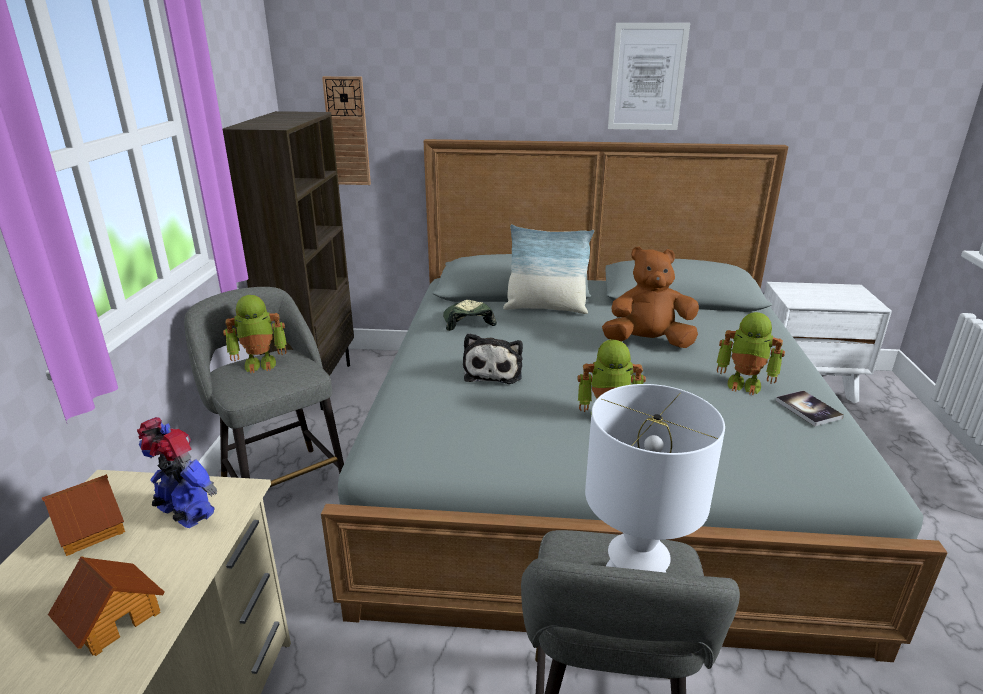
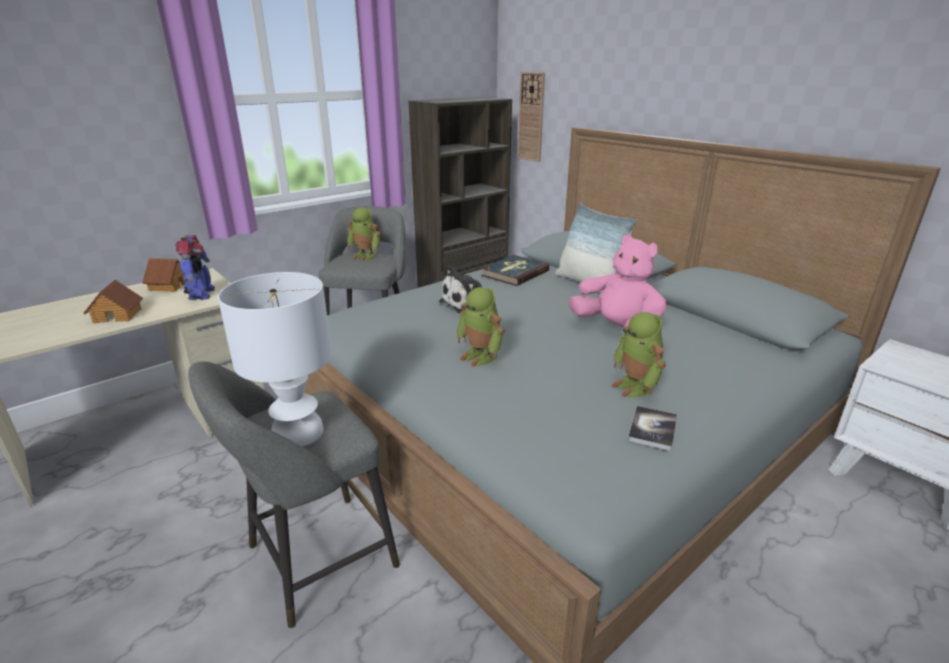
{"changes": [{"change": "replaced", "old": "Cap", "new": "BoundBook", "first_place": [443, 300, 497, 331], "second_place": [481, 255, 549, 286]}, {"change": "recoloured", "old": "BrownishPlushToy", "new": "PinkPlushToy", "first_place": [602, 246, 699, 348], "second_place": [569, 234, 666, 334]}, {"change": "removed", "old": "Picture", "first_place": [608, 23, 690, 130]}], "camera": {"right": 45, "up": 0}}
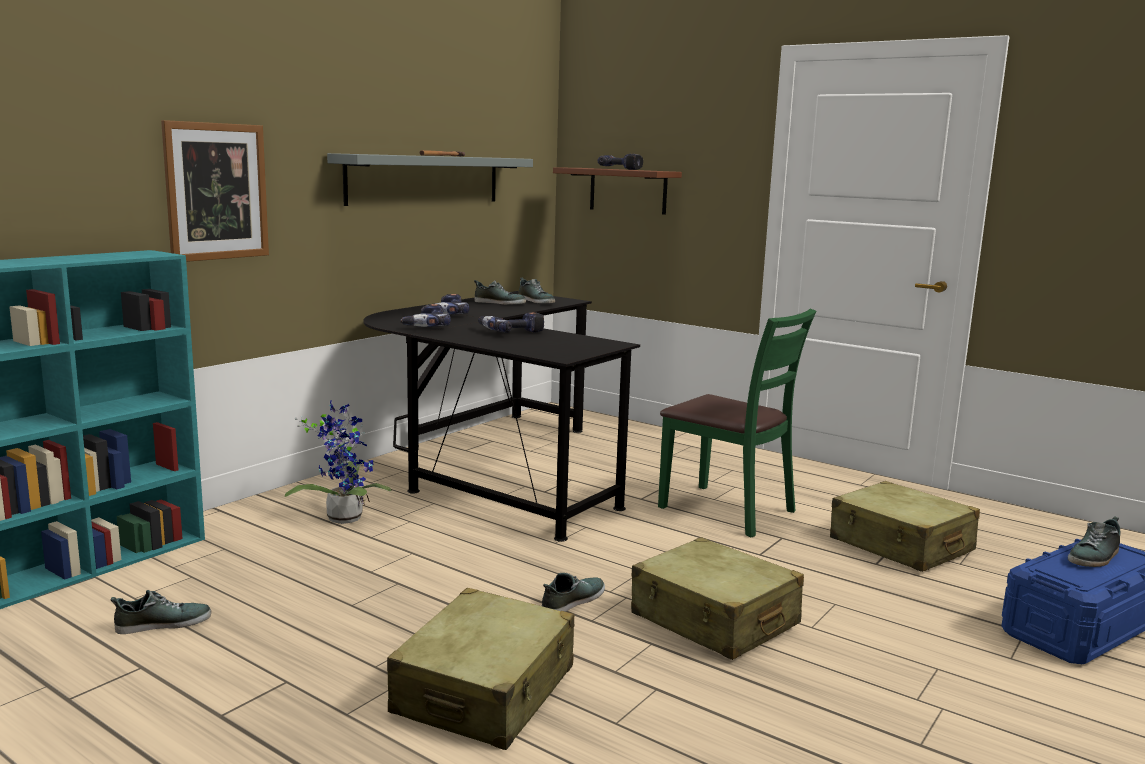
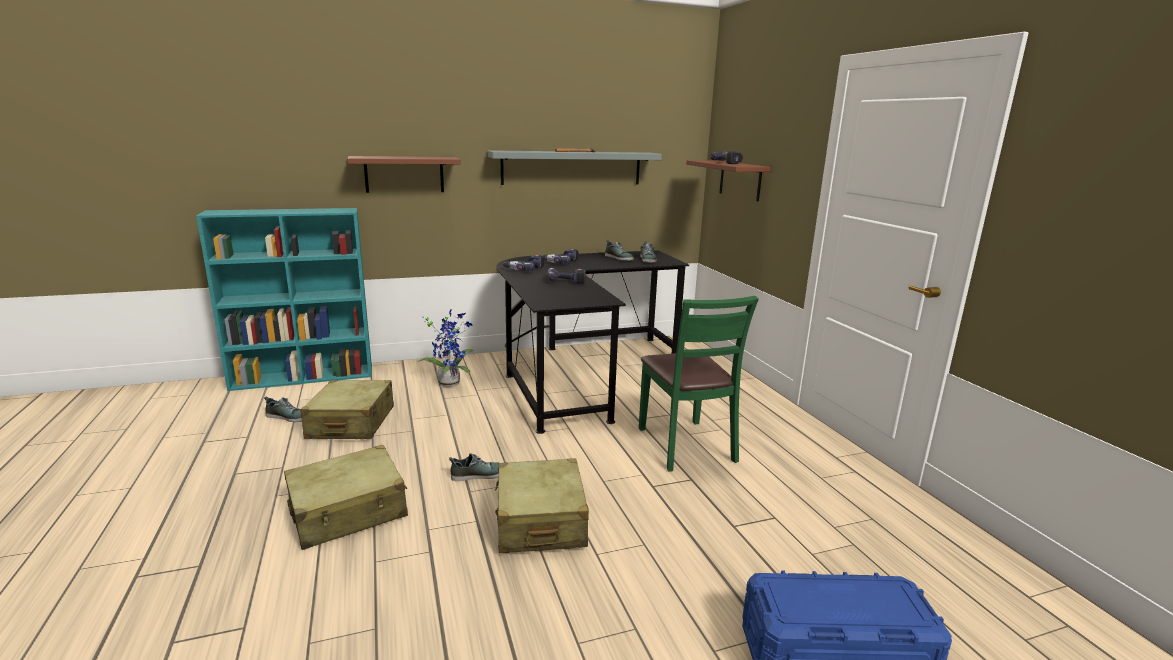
{"changes": [{"change": "replaced", "old": "Picture", "new": "BrownishShelf", "first_place": [161, 120, 269, 262], "second_place": [347, 156, 461, 193]}, {"change": "moved", "old": "BeigeColouredTravelCase", "first_place": [830, 481, 980, 572], "second_place": [300, 380, 394, 439]}, {"change": "removed", "old": "ItemOfFootwear", "first_place": [1068, 516, 1121, 567]}], "camera": {"right": 35, "up": 5}}
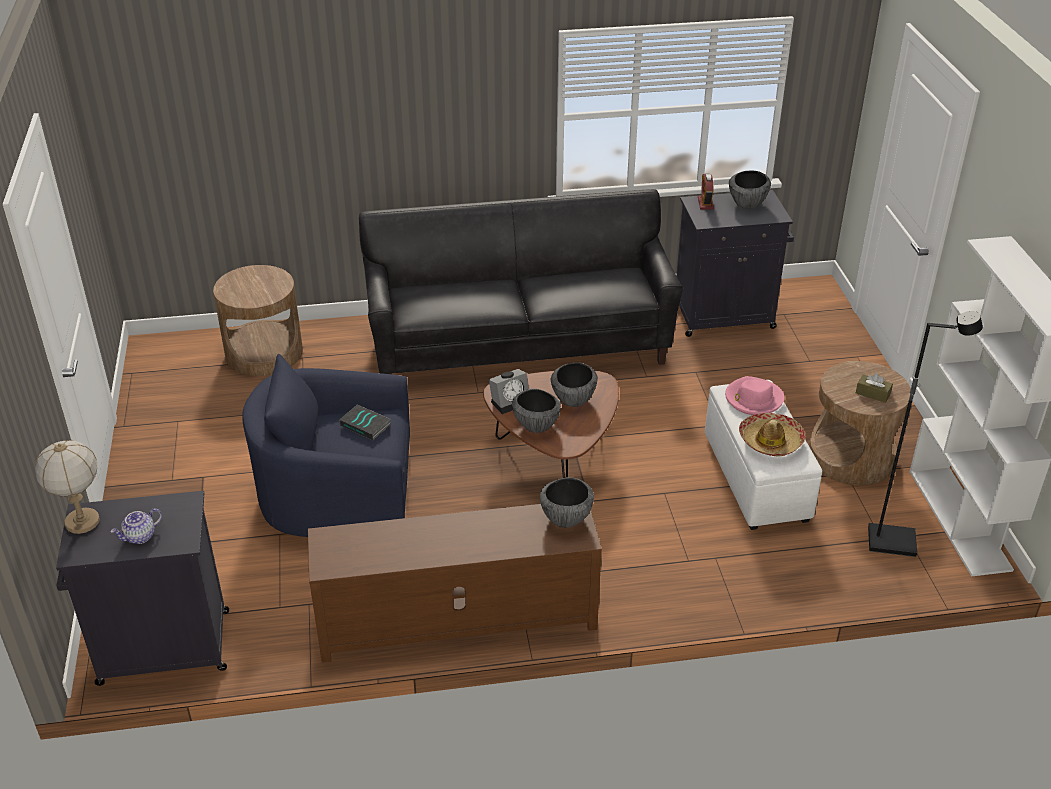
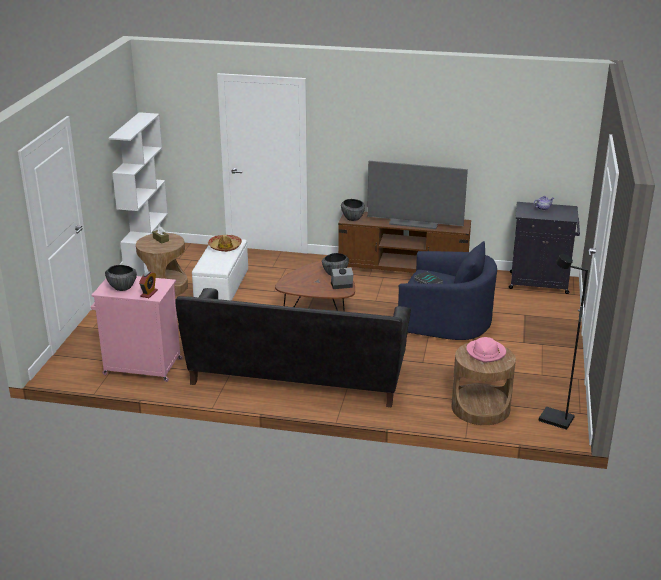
{"changes": [{"change": "removed", "old": "TableLamp", "first_place": [35, 440, 100, 534]}, {"change": "removed", "old": "DeepDish", "first_place": [551, 363, 598, 407]}, {"change": "recoloured", "old": "BlackColouredCabinet", "new": "PinkCabinet", "first_place": [676, 190, 794, 337], "second_place": [91, 276, 182, 382]}, {"change": "moved", "old": "PinkClothingHat", "first_place": [725, 376, 784, 415], "second_place": [466, 337, 506, 363]}, {"change": "moved", "old": "BlackColouredStandardLamp", "first_place": [868, 311, 983, 557], "second_place": [539, 254, 588, 430]}, {"change": "added", "new": "TvSet", "second_place": [367, 161, 468, 229]}], "camera": {"right": -160, "up": -10}}
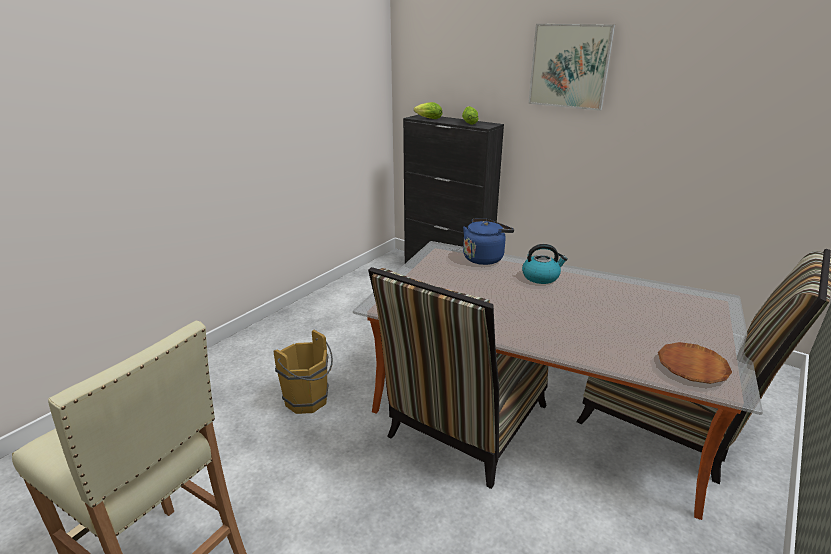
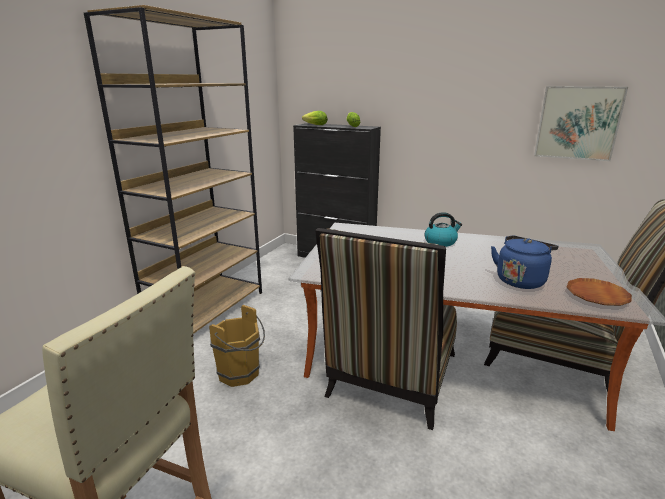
{"changes": [{"change": "moved", "old": "BlueColouredKettle", "first_place": [463, 218, 514, 265], "second_place": [491, 236, 559, 289]}, {"change": "moved", "old": "Picture", "first_place": [529, 24, 615, 111], "second_place": [534, 86, 628, 161]}, {"change": "added", "new": "BrownishShelvingUnit", "second_place": [84, 5, 262, 334]}], "camera": {"right": -10, "up": -5}}
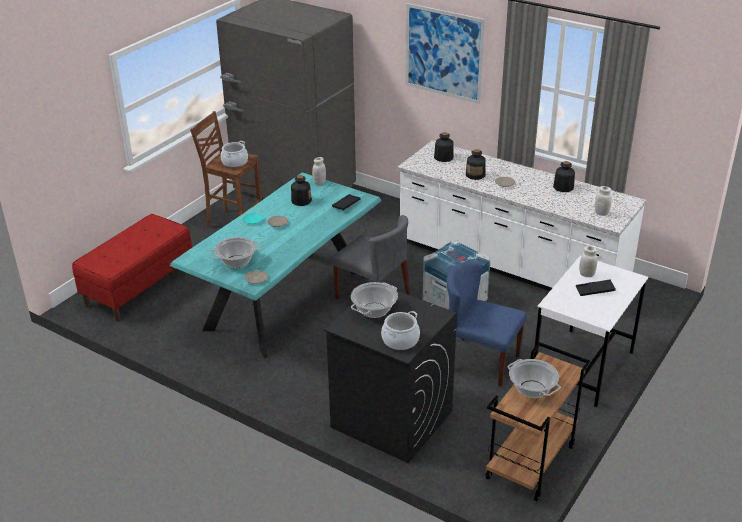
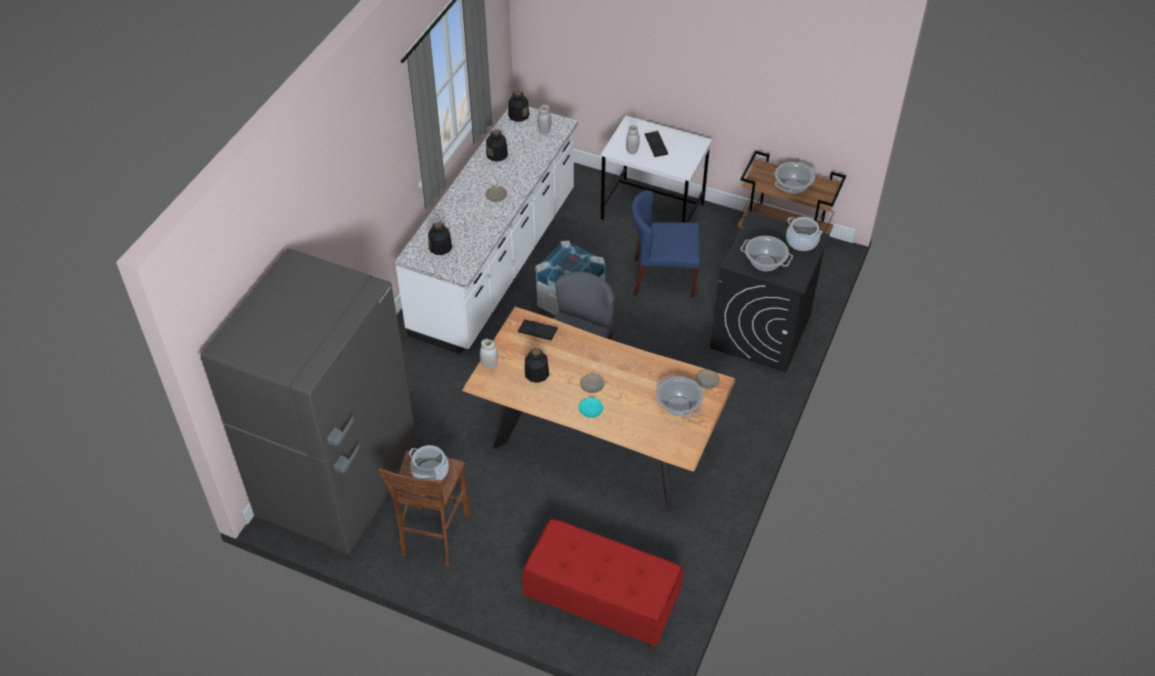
{"changes": [{"change": "recoloured", "old": "BlueGreenKitchenTable", "new": "BrownishKitchenTable", "first_place": [170, 172, 382, 358], "second_place": [462, 307, 736, 511]}, {"change": "removed", "old": "Picture", "first_place": [406, 3, 485, 104]}, {"change": "turned", "old": "BlueColouredChair", "first_place": [447, 261, 527, 387], "second_place": [632, 190, 701, 297], "degrees": 75}, {"change": "moved", "old": "DrinkBottle", "first_place": [466, 149, 486, 180], "second_place": [508, 91, 529, 122]}], "camera": {"right": -100, "up": 15}}
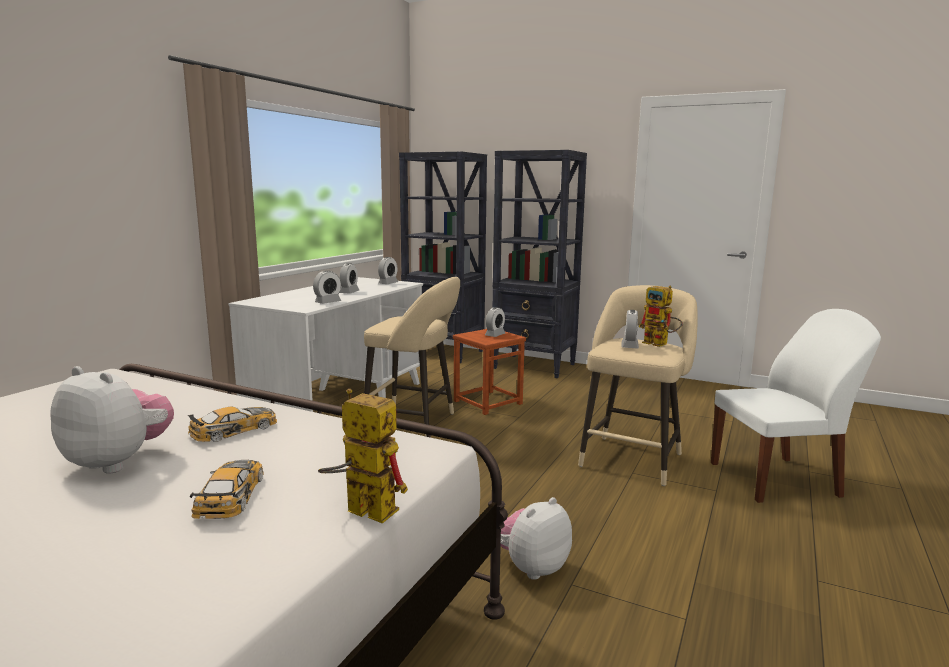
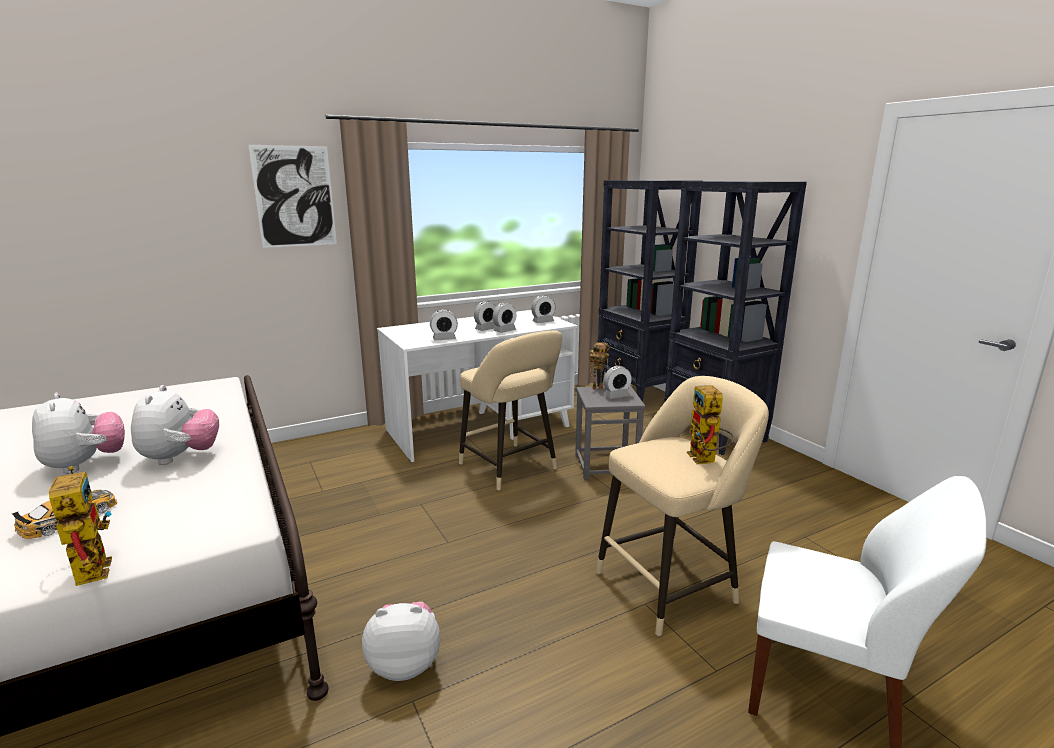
{"changes": [{"change": "replaced", "old": "ModelCar", "new": "PlushToy", "first_place": [188, 407, 277, 442], "second_place": [131, 385, 219, 465]}, {"change": "recoloured", "old": "BrownishStool", "new": "GreyStool", "first_place": [453, 329, 526, 415], "second_place": [575, 386, 645, 480]}, {"change": "moved", "old": "AlarmClock", "first_place": [622, 310, 639, 349], "second_place": [493, 303, 517, 333]}, {"change": "added", "new": "Picture", "second_place": [248, 145, 337, 248]}, {"change": "added", "new": "ToyRobot", "second_place": [589, 342, 610, 390]}], "camera": {"right": 35, "up": 5}}
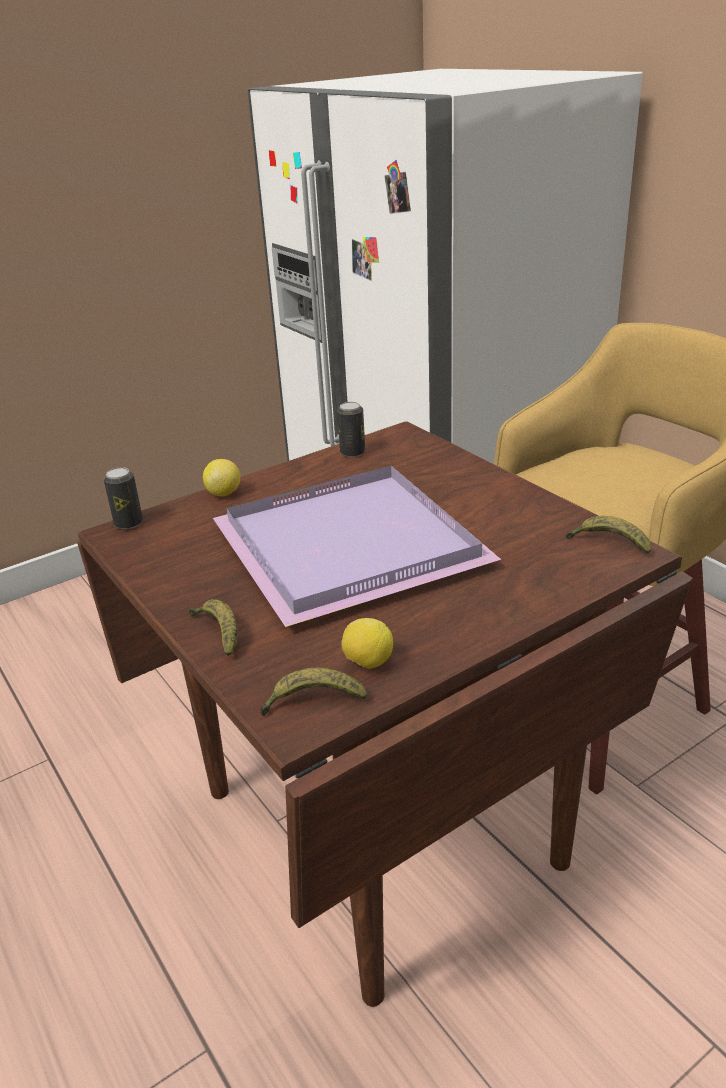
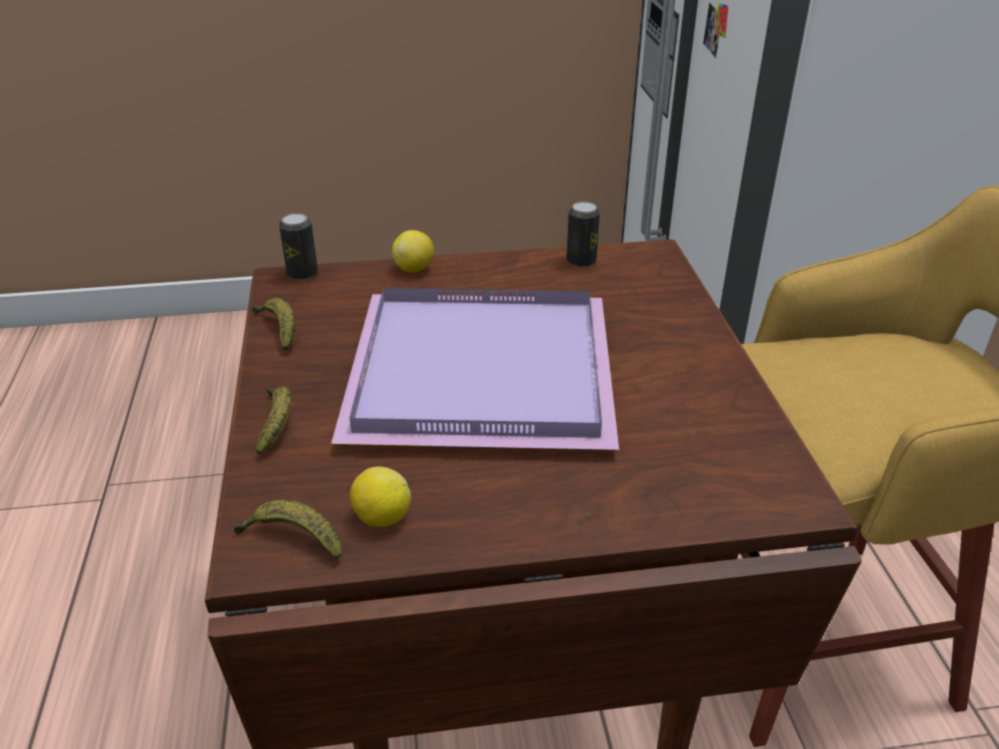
{"changes": [{"change": "moved", "old": "WholeBanana", "first_place": [566, 516, 651, 554], "second_place": [252, 298, 296, 350]}], "camera": {"right": 25, "up": 5}}
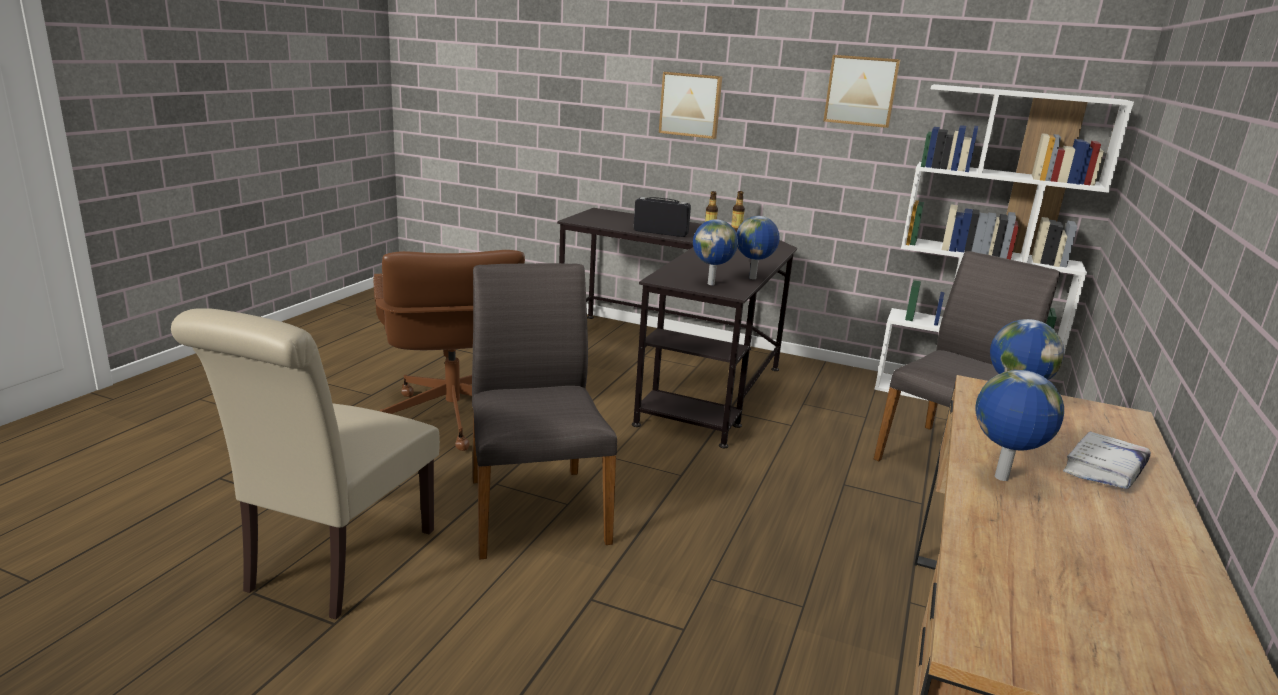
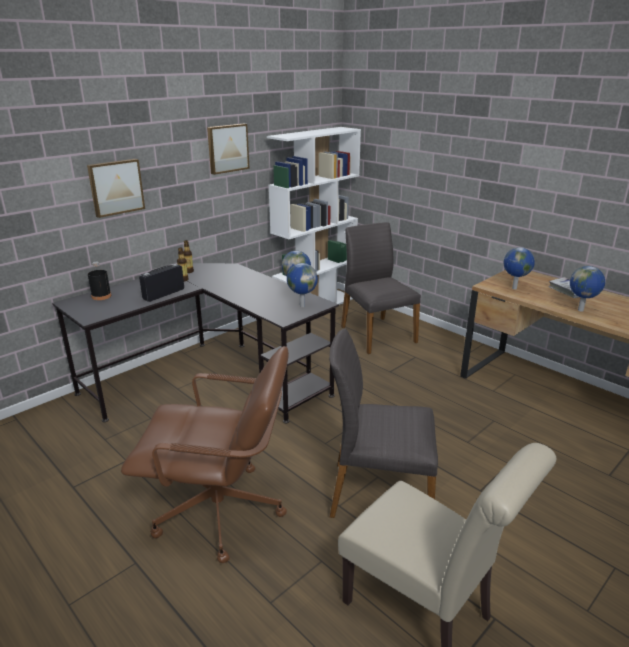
{"changes": [{"change": "added", "new": "BlackColouredDrinkBottle", "second_place": [88, 262, 111, 300]}], "camera": {"right": -65, "up": 5}}
